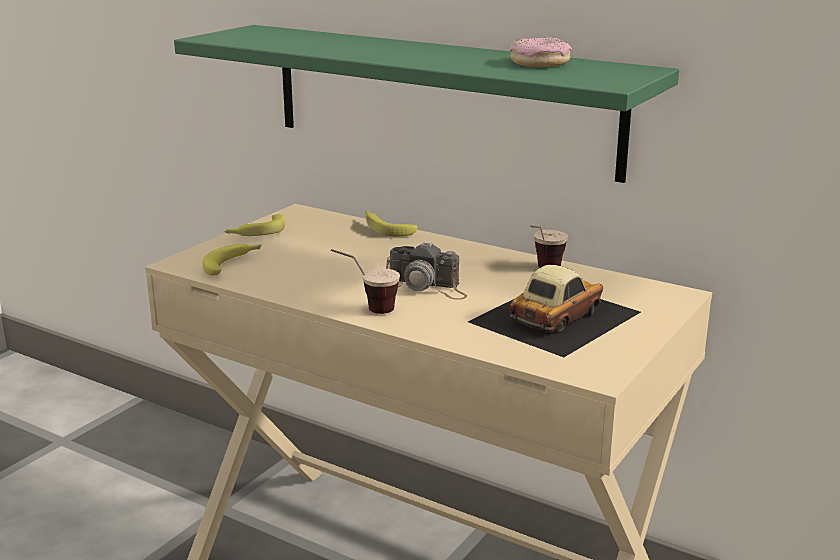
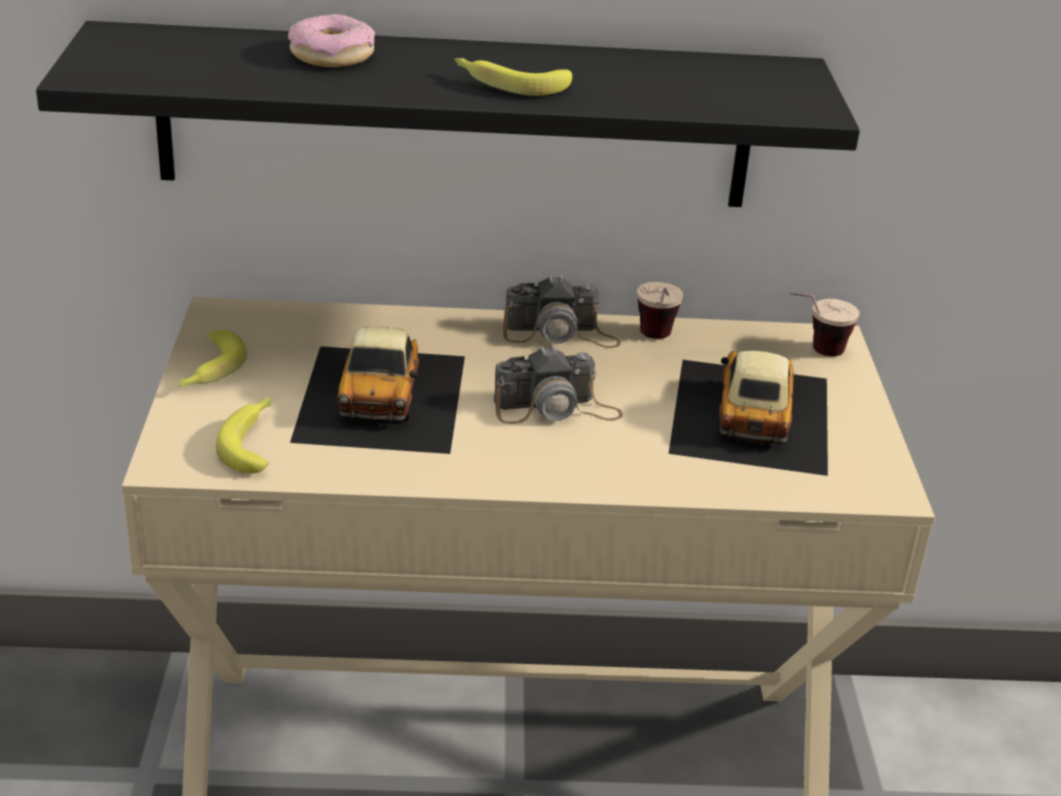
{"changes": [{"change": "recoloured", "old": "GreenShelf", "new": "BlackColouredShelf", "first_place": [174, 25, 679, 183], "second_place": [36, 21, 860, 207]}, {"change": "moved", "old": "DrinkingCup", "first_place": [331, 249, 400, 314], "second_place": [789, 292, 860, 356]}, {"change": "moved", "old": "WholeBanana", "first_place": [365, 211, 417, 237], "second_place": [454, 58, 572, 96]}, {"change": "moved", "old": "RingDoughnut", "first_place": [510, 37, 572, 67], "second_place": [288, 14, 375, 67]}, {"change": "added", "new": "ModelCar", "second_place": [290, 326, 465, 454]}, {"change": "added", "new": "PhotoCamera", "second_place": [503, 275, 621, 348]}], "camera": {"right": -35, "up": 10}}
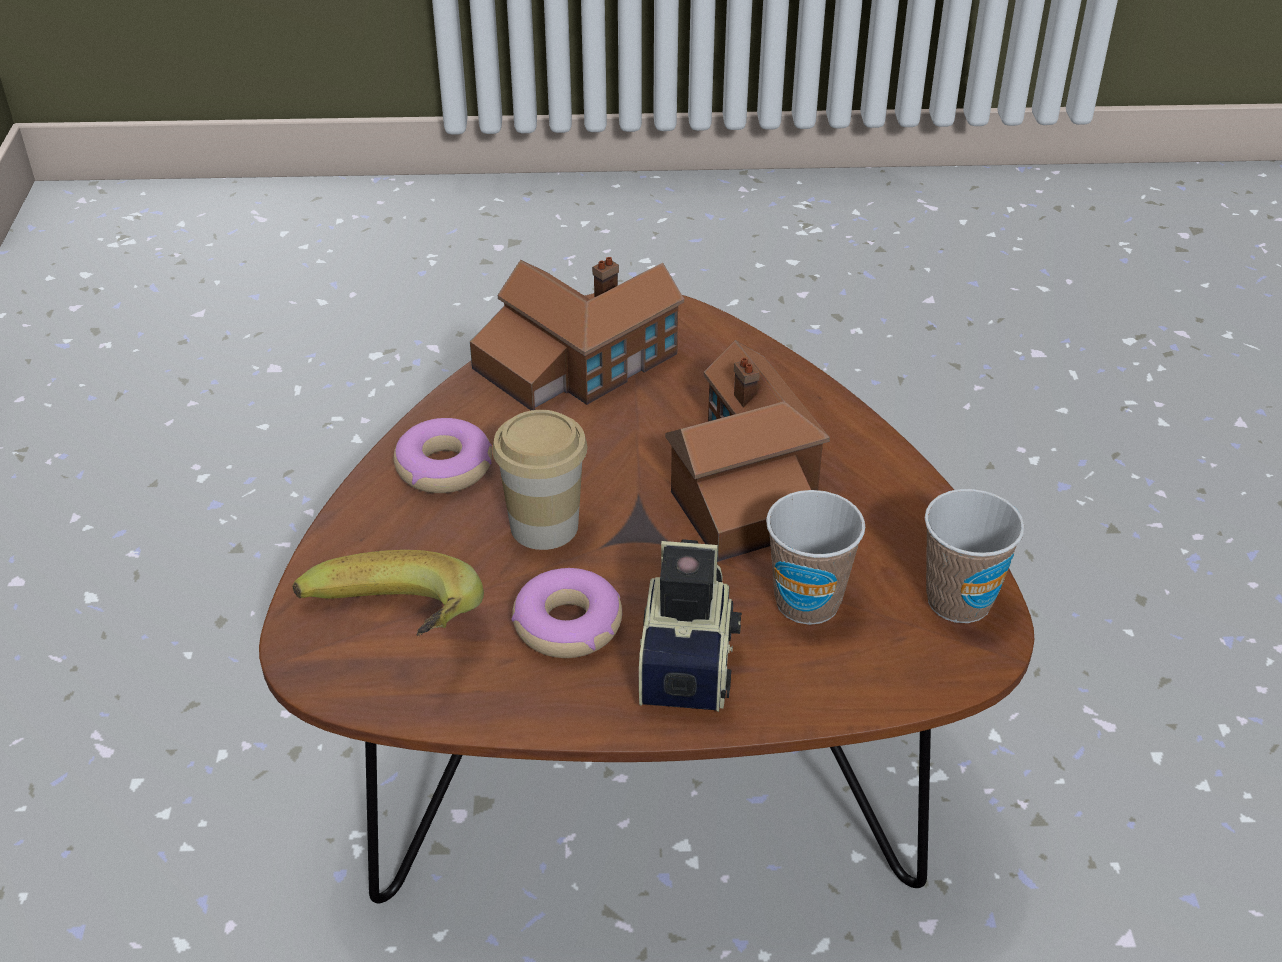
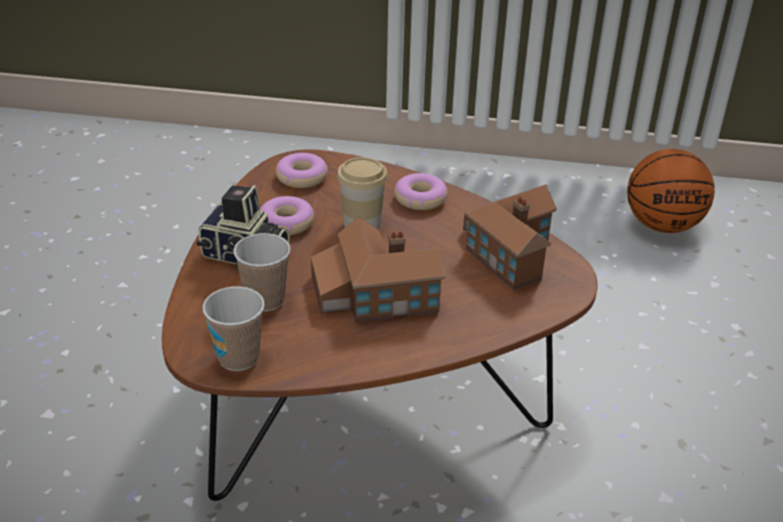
{"changes": [{"change": "replaced", "old": "WholeBanana", "new": "RingDoughnut", "first_place": [293, 550, 484, 636], "second_place": [276, 153, 328, 188]}, {"change": "added", "new": "BasketballBall", "second_place": [627, 149, 715, 233]}], "camera": {"right": 100, "up": -5}}
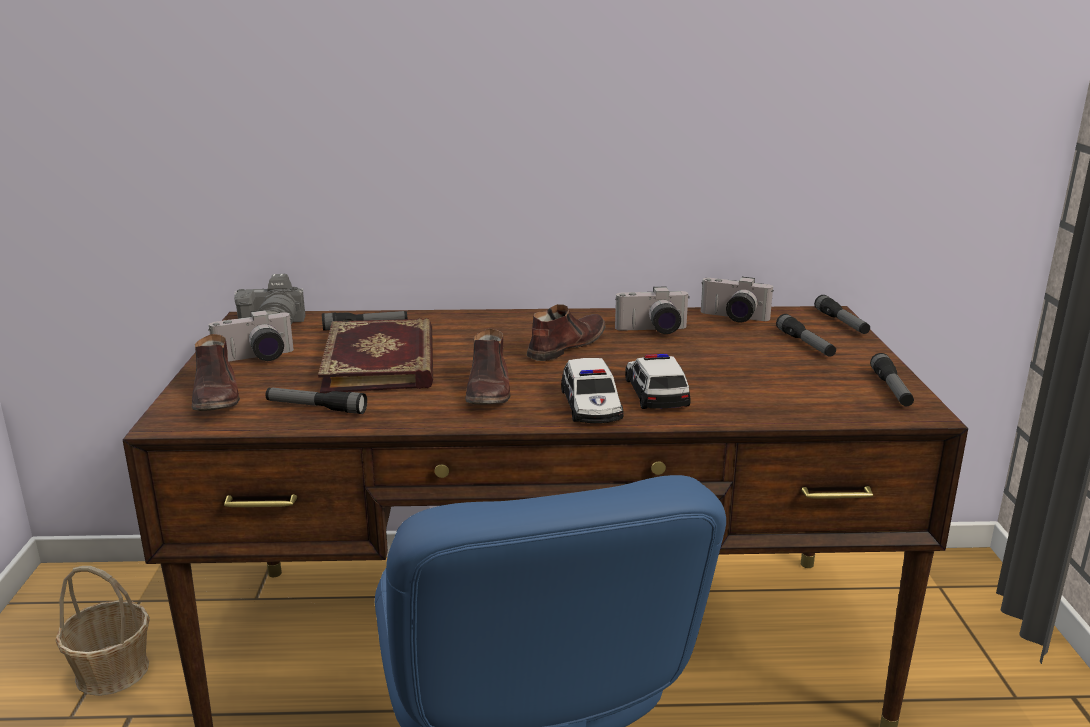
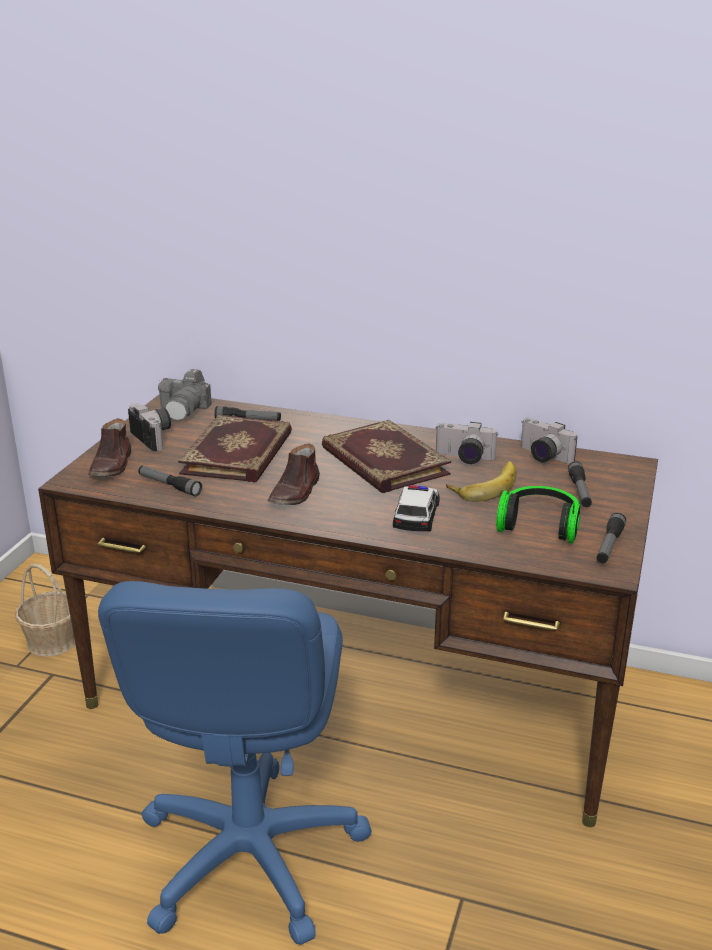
{"changes": [{"change": "turned", "old": "PhotoCamera", "first_place": [208, 310, 294, 361], "second_place": [128, 403, 171, 451], "degrees": -120}, {"change": "replaced", "old": "BrownishItemOfFootwear", "new": "BoundBook", "first_place": [527, 304, 605, 361], "second_place": [322, 420, 451, 493]}, {"change": "removed", "old": "ModelCar", "first_place": [561, 358, 624, 423]}, {"change": "removed", "old": "HandTorch", "first_place": [814, 295, 870, 334]}, {"change": "added", "new": "WholeBanana", "second_place": [446, 461, 516, 501]}, {"change": "added", "new": "Headset", "second_place": [496, 486, 580, 544]}], "camera": {"right": 20, "up": 5}}
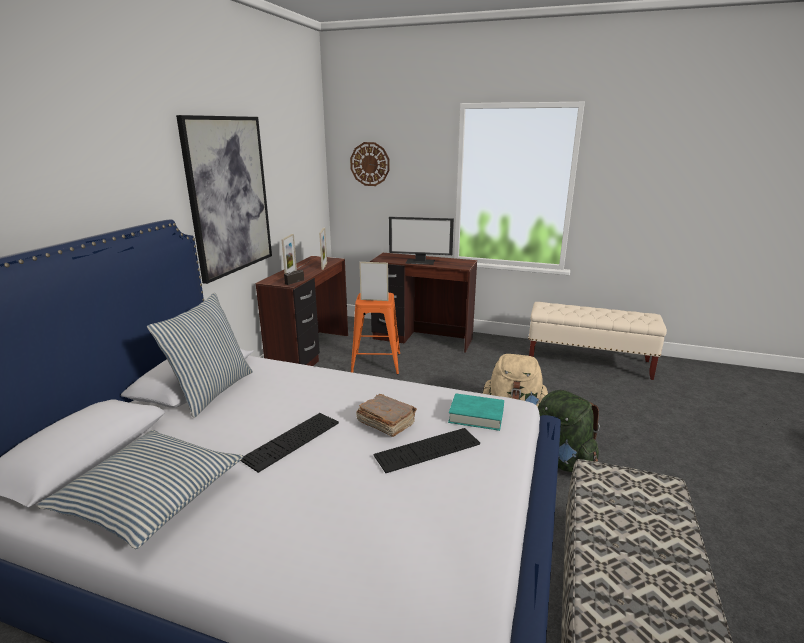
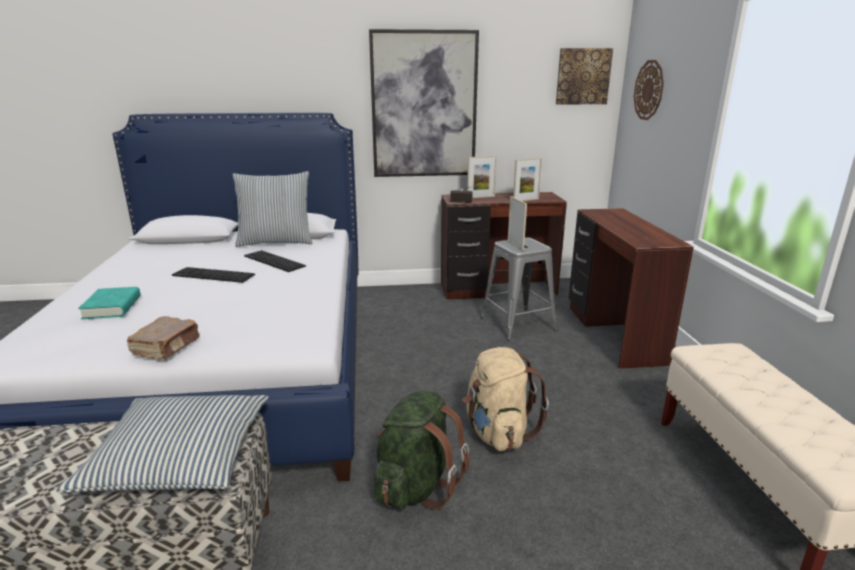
{"changes": [{"change": "moved", "old": "ThrowPillow", "first_place": [37, 430, 244, 549], "second_place": [56, 395, 269, 493]}, {"change": "recoloured", "old": "OrangeStool", "new": "GreyStool", "first_place": [351, 293, 400, 374], "second_place": [480, 237, 557, 341]}, {"change": "moved", "old": "BrownishBoundBook", "first_place": [356, 394, 417, 437], "second_place": [127, 316, 200, 360]}, {"change": "moved", "old": "ComputerKeyboard", "first_place": [374, 428, 480, 473], "second_place": [244, 250, 306, 272]}, {"change": "removed", "old": "Monitor", "first_place": [389, 217, 454, 265]}, {"change": "moved", "old": "BlueGreenBoundBook", "first_place": [448, 393, 504, 431], "second_place": [78, 287, 141, 319]}, {"change": "added", "new": "Picture", "second_place": [556, 48, 613, 105]}], "camera": {"right": 65, "up": 0}}
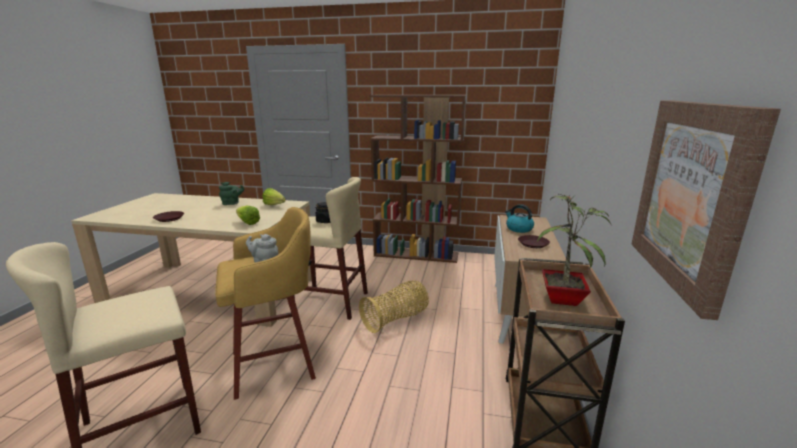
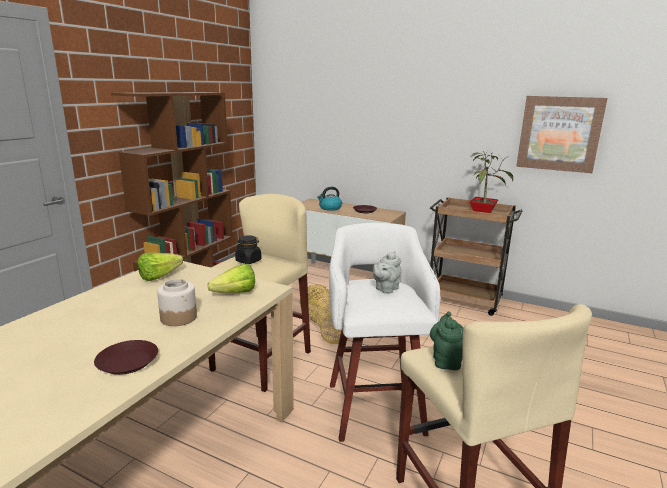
{"changes": [{"change": "recoloured", "old": "YellowColouredStool", "new": "WhiteColouredStool", "first_place": [215, 207, 316, 400], "second_place": [329, 223, 440, 442]}, {"change": "moved", "old": "GreenTeapot", "first_place": [219, 182, 245, 205], "second_place": [430, 311, 463, 370]}, {"change": "added", "new": "StorageJar", "second_place": [157, 279, 197, 326]}], "camera": {"right": -75, "up": 0}}
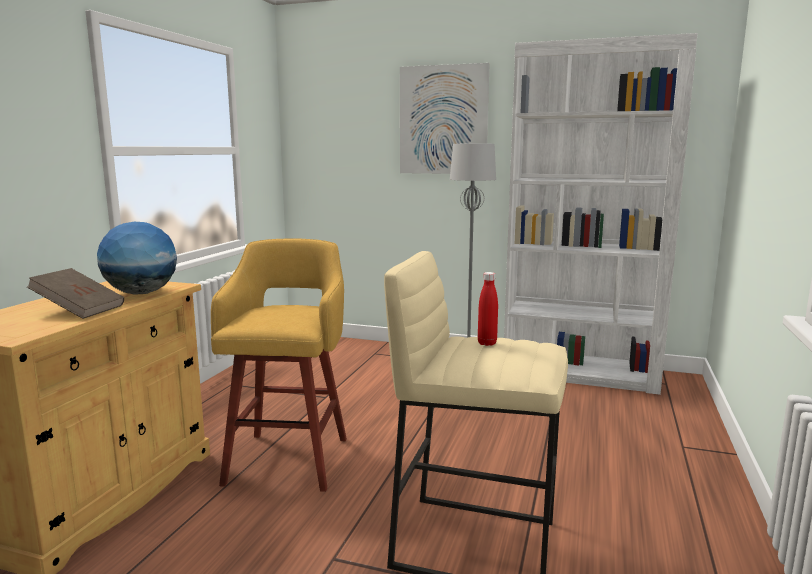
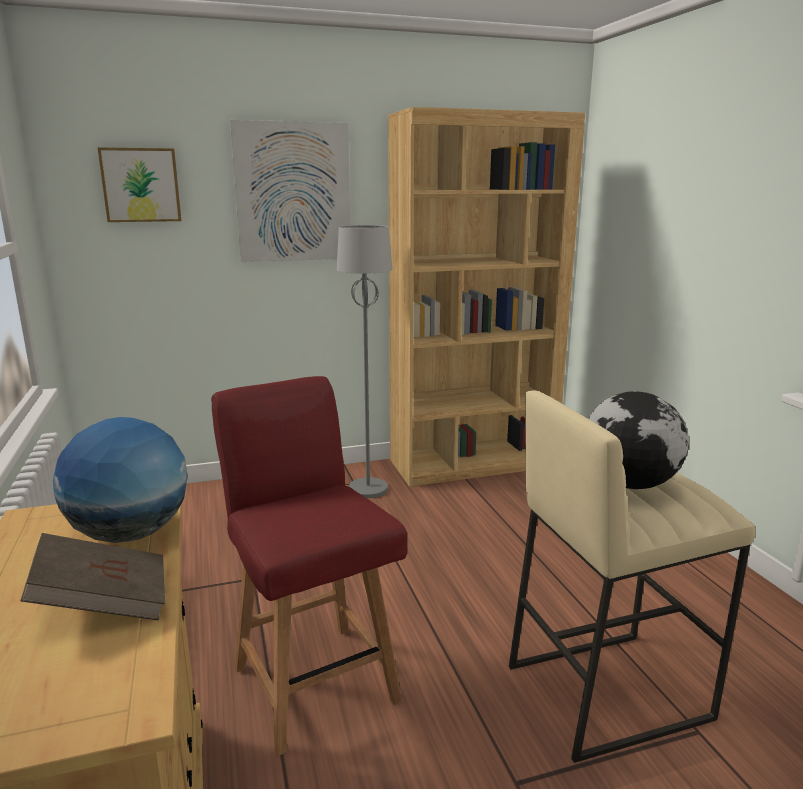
{"changes": [{"change": "replaced", "old": "YellowColouredStool", "new": "RedColouredChair", "first_place": [211, 238, 347, 492], "second_place": [211, 376, 407, 756]}, {"change": "replaced", "old": "RedColouredDrinkBottle", "new": "DeskGlobe", "first_place": [478, 272, 498, 346], "second_place": [588, 391, 689, 489]}, {"change": "recoloured", "old": "WhiteColouredShelvingUnit", "new": "BrownishShelvingUnit", "first_place": [504, 33, 698, 395], "second_place": [388, 107, 585, 487]}, {"change": "added", "new": "Picture", "second_place": [98, 147, 182, 222]}], "camera": {"right": -35, "up": 5}}
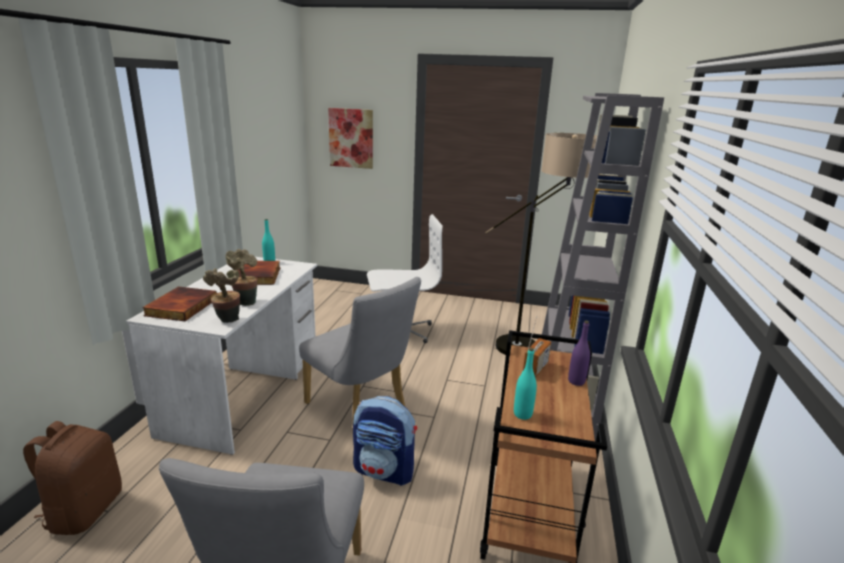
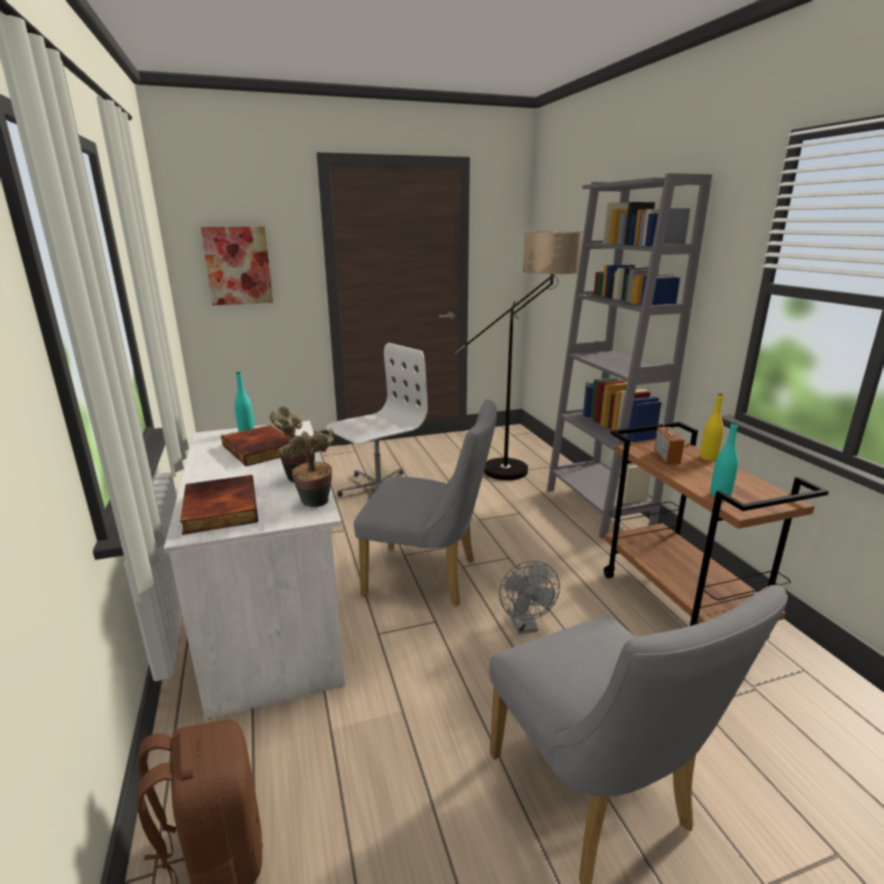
{"changes": [{"change": "replaced", "old": "Rucksack", "new": "GreyCoolingFan", "first_place": [353, 396, 417, 486], "second_place": [499, 561, 560, 634]}, {"change": "recoloured", "old": "PurpleDrinkBottle", "new": "YellowColouredDrinkBottle", "first_place": [568, 321, 590, 386], "second_place": [700, 393, 724, 461]}], "camera": {"right": -30, "up": 0}}
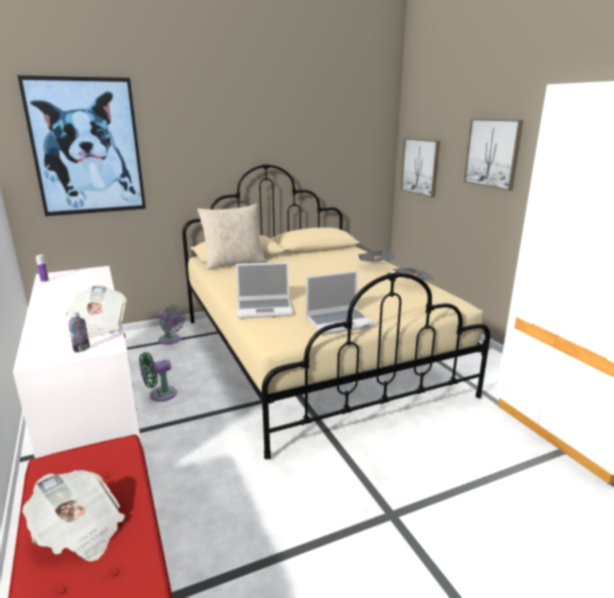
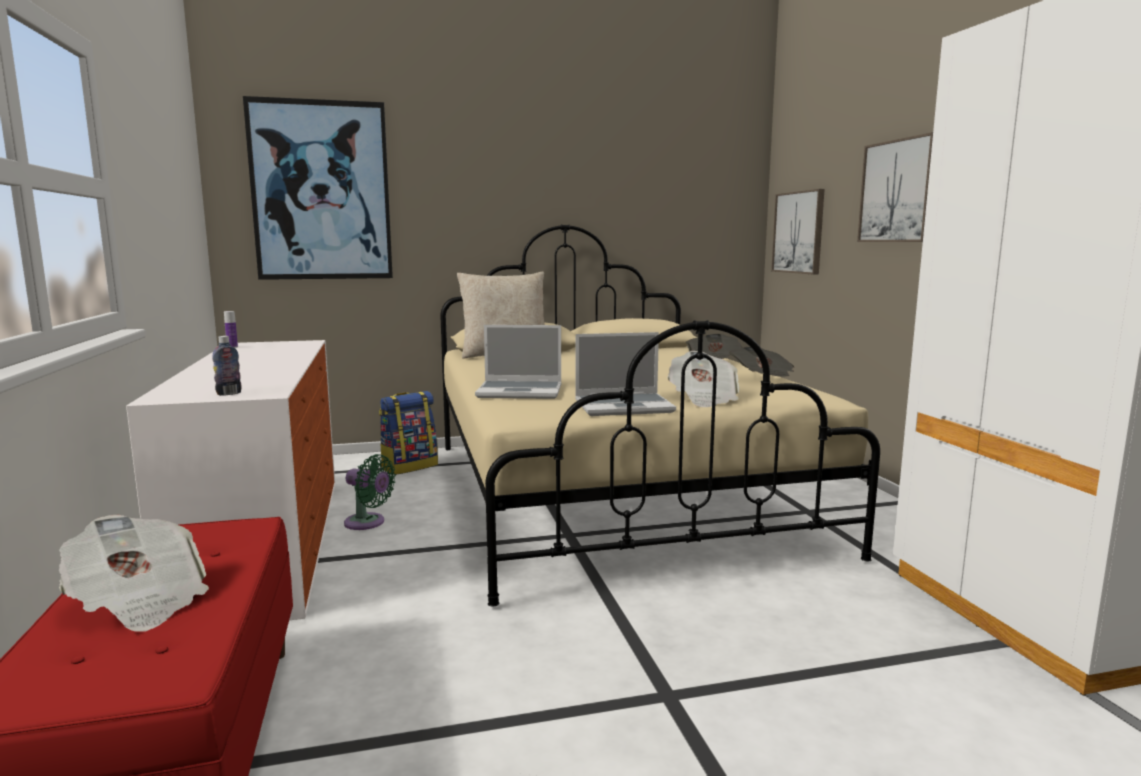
{"changes": [{"change": "moved", "old": "PrintedPaper", "first_place": [66, 285, 127, 339], "second_place": [668, 351, 739, 407]}, {"change": "turned", "old": "GreenCoolingFan", "first_place": [139, 352, 177, 402], "second_place": [344, 454, 396, 530], "degrees": -135}, {"change": "replaced", "old": "GreyCoolingFan", "new": "Rucksack", "first_place": [159, 305, 186, 345], "second_place": [379, 391, 438, 475]}], "camera": {"right": 10, "up": -10}}
